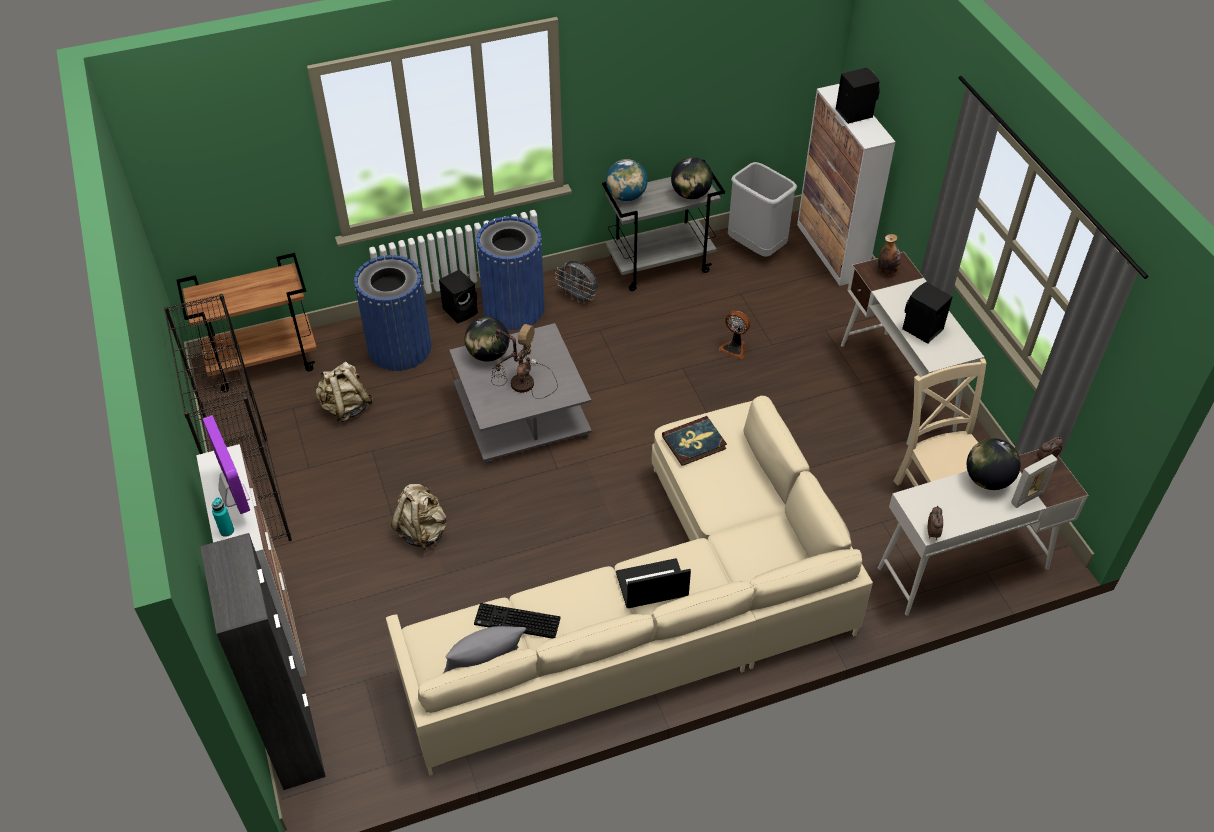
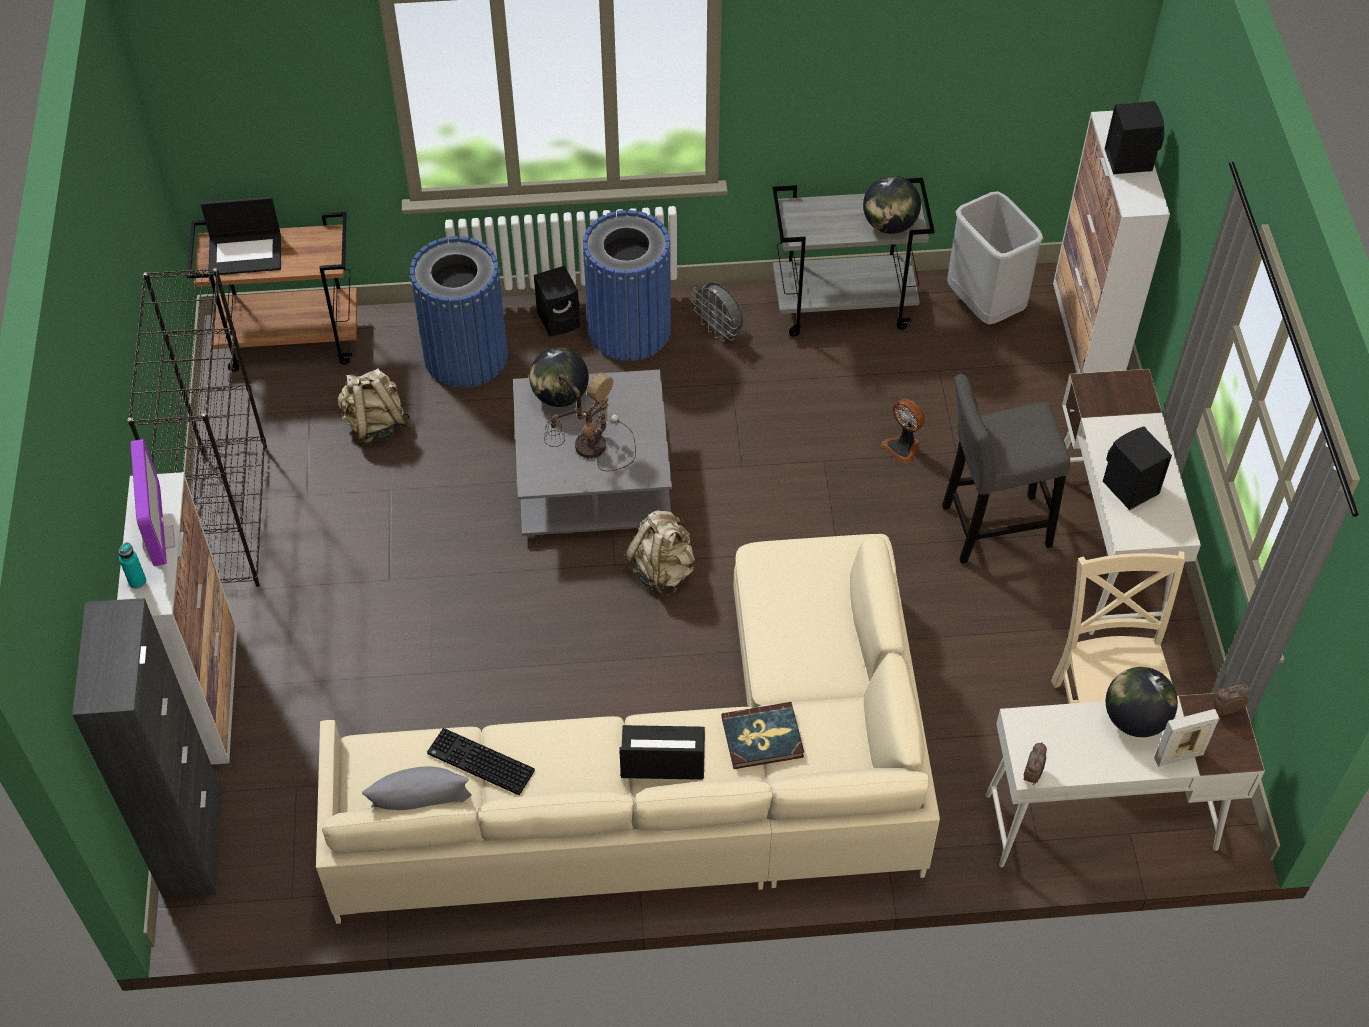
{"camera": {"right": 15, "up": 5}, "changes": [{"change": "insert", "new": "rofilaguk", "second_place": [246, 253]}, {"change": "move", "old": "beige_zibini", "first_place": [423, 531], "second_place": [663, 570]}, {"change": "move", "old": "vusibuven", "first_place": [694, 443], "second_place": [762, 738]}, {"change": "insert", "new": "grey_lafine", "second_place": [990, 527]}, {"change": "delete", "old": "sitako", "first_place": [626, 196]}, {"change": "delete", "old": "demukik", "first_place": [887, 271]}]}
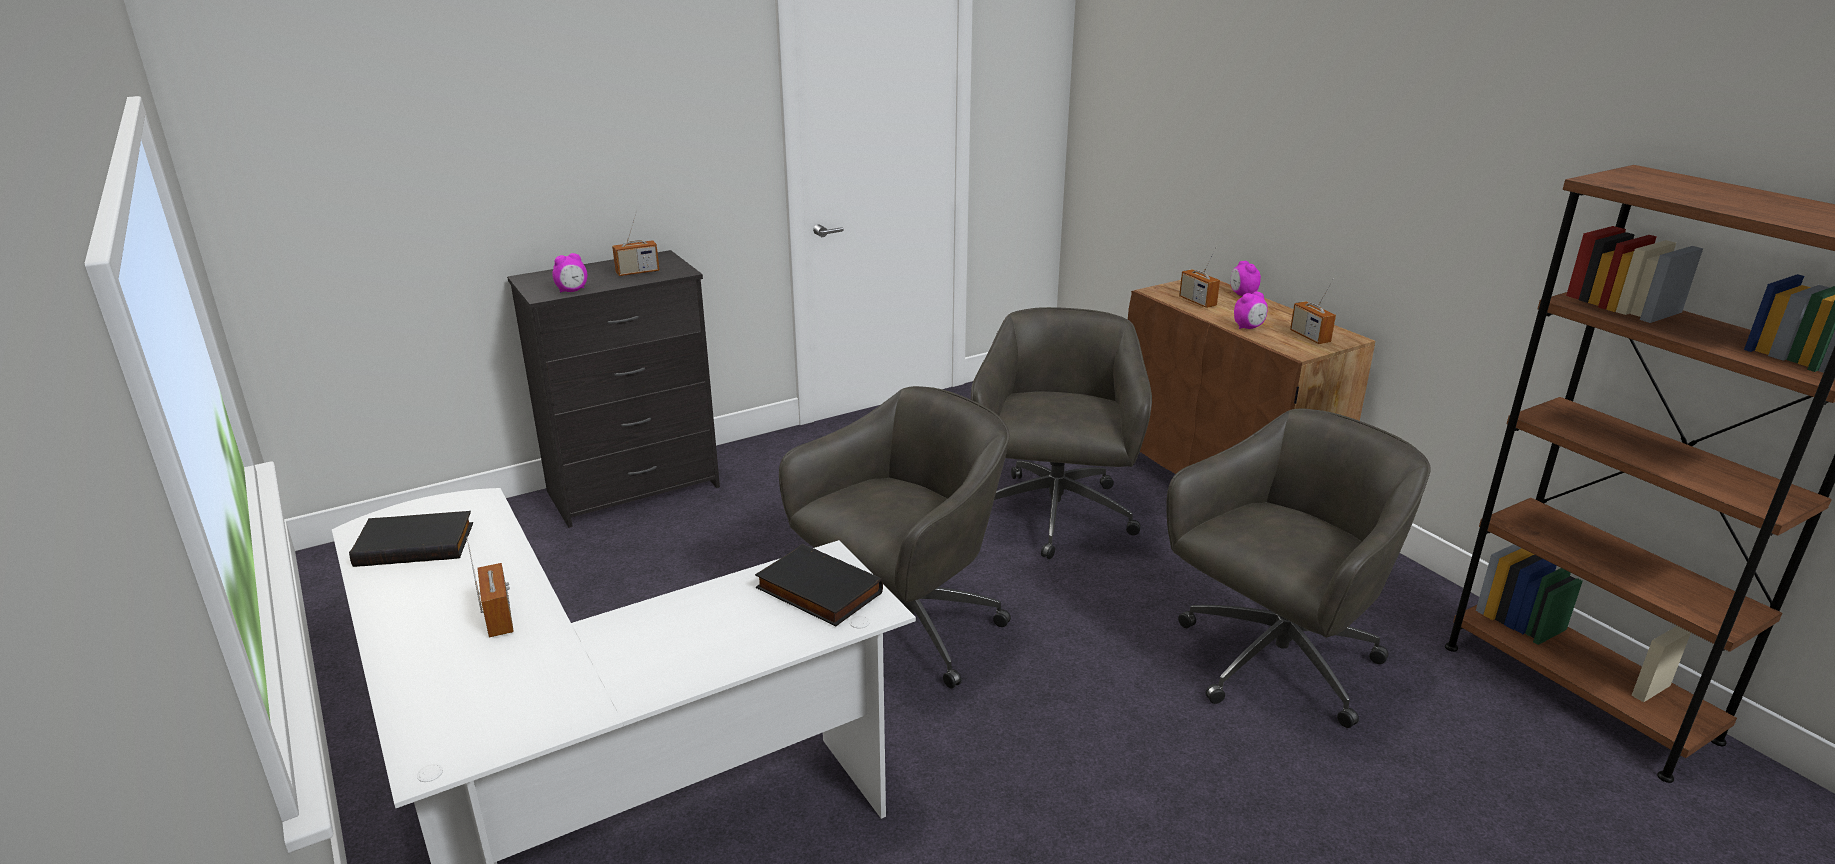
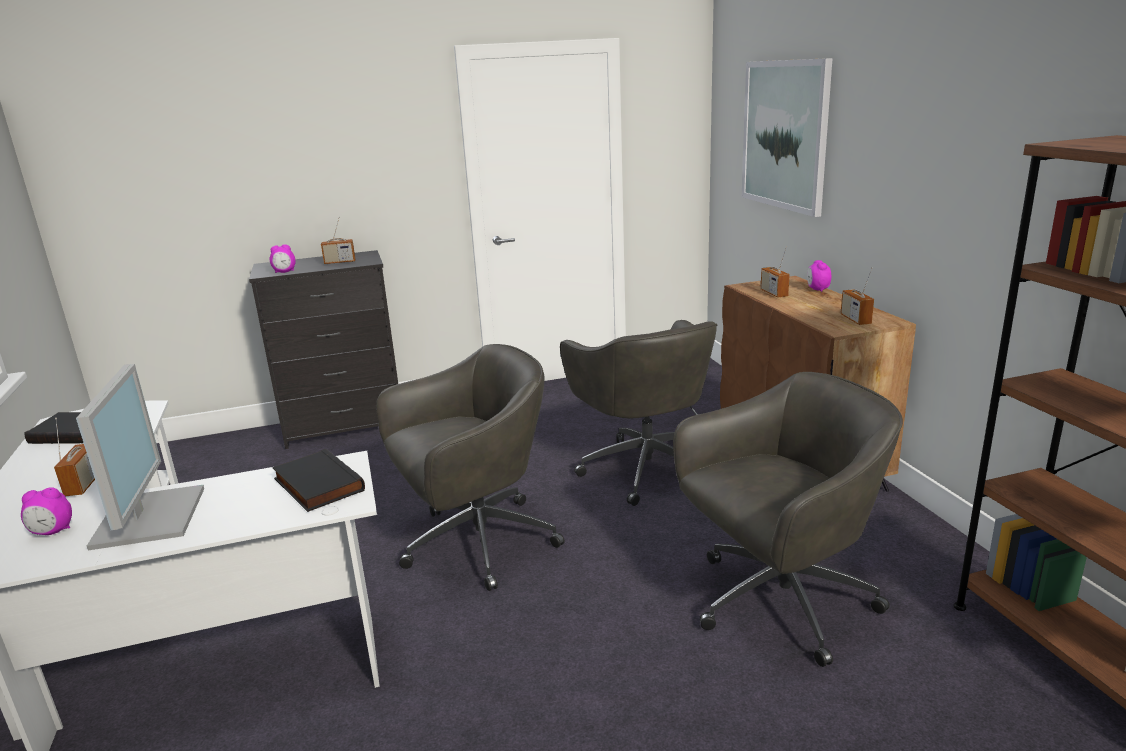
{"camera": {"right": 15, "up": -5}, "changes": [{"change": "move", "old": "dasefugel", "first_place": [1248, 327], "second_place": [52, 532]}, {"change": "insert", "new": "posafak", "second_place": [148, 516]}, {"change": "rotate", "old": "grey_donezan", "first_place": [1054, 517], "second_place": [645, 467], "degrees": 135}, {"change": "insert", "new": "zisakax", "second_place": [785, 135]}]}
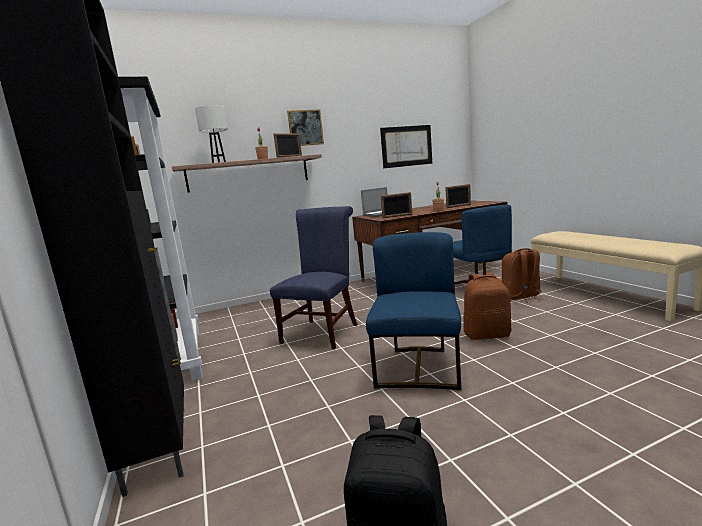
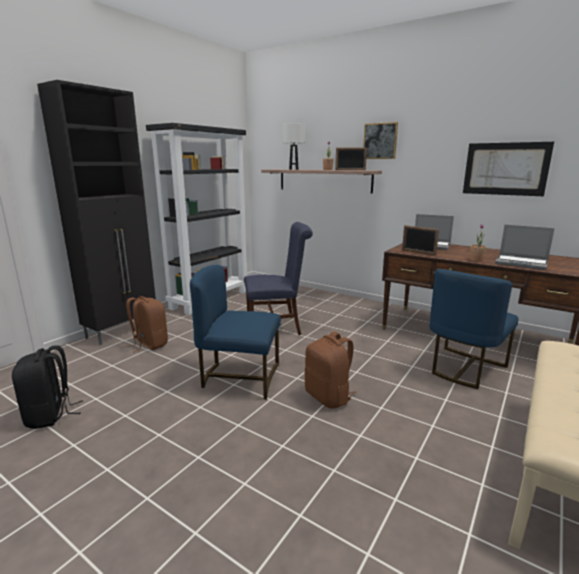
{"camera": {"right": 55, "up": 5}, "changes": [{"change": "move", "old": "brown_zibini", "first_place": [521, 297], "second_place": [149, 344]}, {"change": "rotate", "old": "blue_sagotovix", "first_place": [418, 368], "second_place": [240, 378], "degrees": -150}, {"change": "replace", "old": "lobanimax", "new": "rofilaguk", "first_place": [458, 206], "second_place": [522, 263]}]}
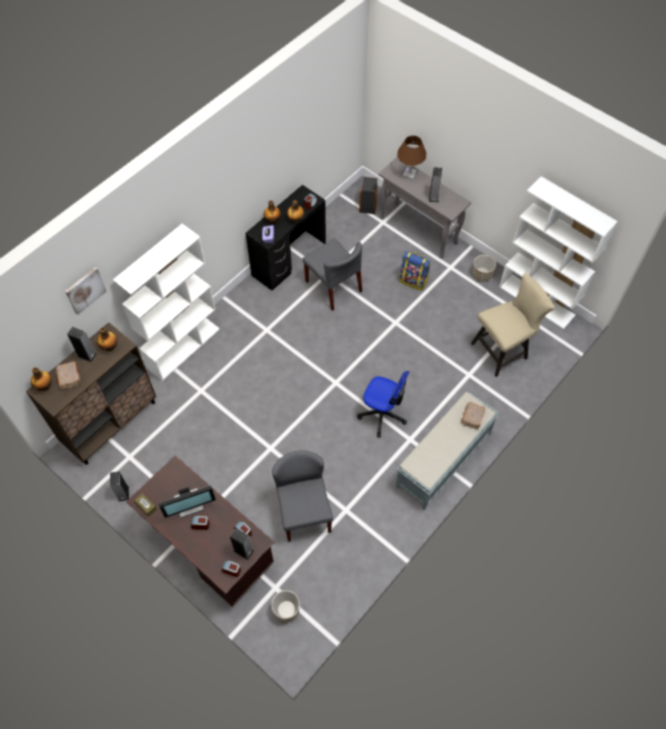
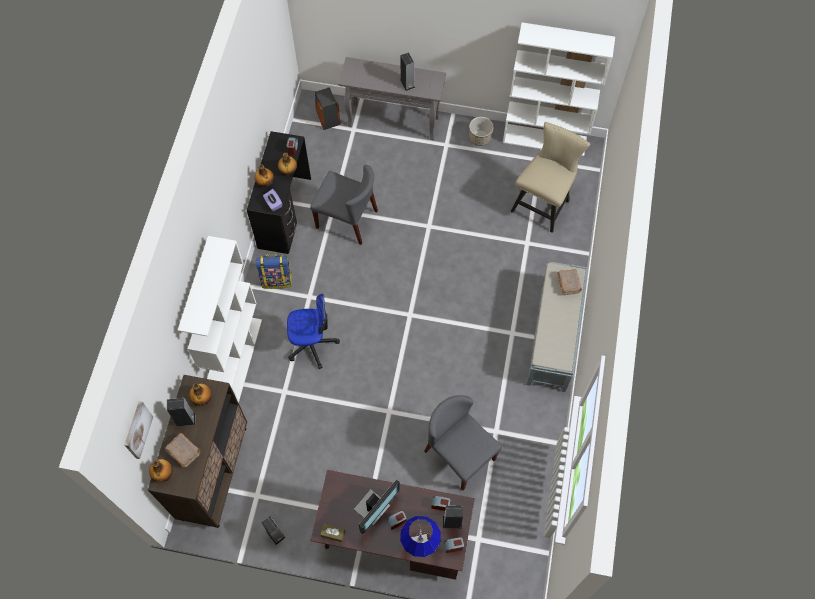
{"camera": {"right": -30, "up": 5}, "changes": [{"change": "move", "old": "zisakax", "first_place": [85, 290], "second_place": [137, 430]}, {"change": "move", "old": "zibini", "first_place": [413, 280], "second_place": [277, 279]}, {"change": "move", "old": "donezan", "first_place": [382, 413], "second_place": [312, 344]}, {"change": "insert", "new": "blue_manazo", "second_place": [420, 543]}, {"change": "delete", "old": "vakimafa", "first_place": [286, 610]}, {"change": "delete", "old": "brown_manazo", "first_place": [409, 173]}]}
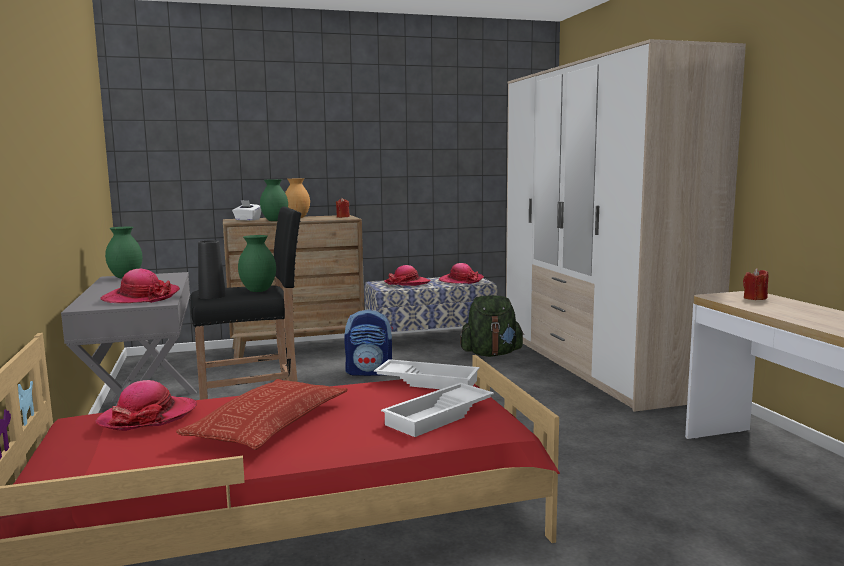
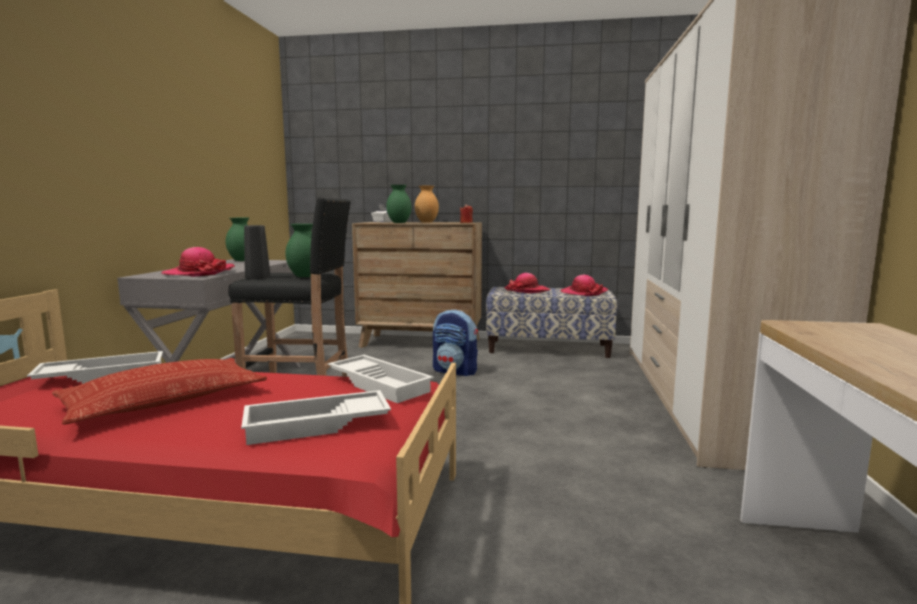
{"camera": {"right": 25, "up": 0}, "changes": [{"change": "replace", "old": "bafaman", "new": "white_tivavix", "first_place": [148, 417], "second_place": [103, 375]}, {"change": "delete", "old": "green_zibini", "first_place": [491, 354]}, {"change": "delete", "old": "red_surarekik", "first_place": [754, 298]}]}
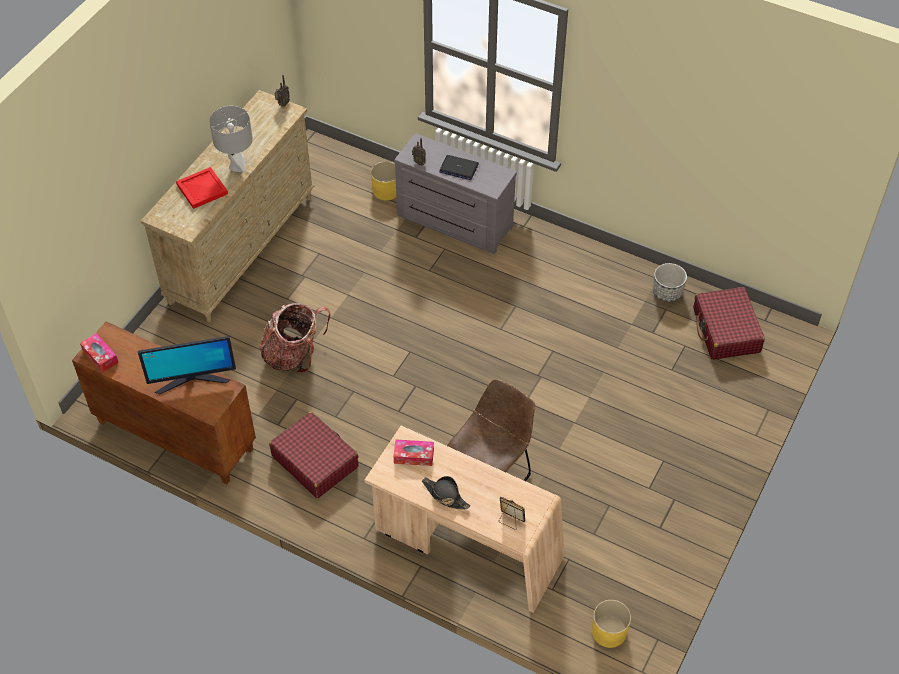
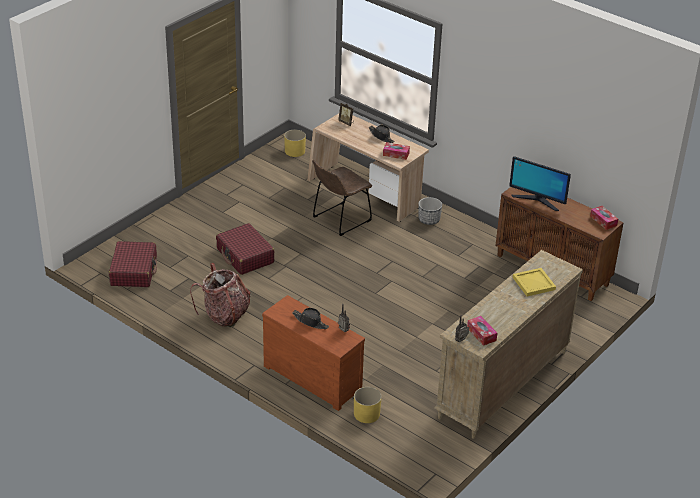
{"camera": {"right": -170, "up": -15}, "changes": [{"change": "move", "old": "zibini", "first_place": [294, 354], "second_place": [224, 315]}, {"change": "move", "old": "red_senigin", "first_place": [315, 461], "second_place": [245, 256]}, {"change": "recolor", "old": "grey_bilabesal", "new": "brown_bilabesal", "first_place": [453, 223], "second_place": [314, 377]}, {"change": "replace", "old": "rofilaguk", "new": "black_bafaman", "first_place": [458, 168], "second_place": [310, 322]}, {"change": "move", "old": "vakimafa", "first_place": [667, 292], "second_place": [429, 220]}, {"change": "insert", "new": "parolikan", "second_place": [481, 334]}, {"change": "rotate", "old": "posafak", "first_place": [192, 380], "second_place": [537, 200], "degrees": -150}, {"change": "recolor", "old": "red_tivavix", "new": "yellow_tivavix", "first_place": [203, 189], "second_place": [533, 283]}, {"change": "delete", "old": "grey_manazo", "first_place": [237, 166]}]}
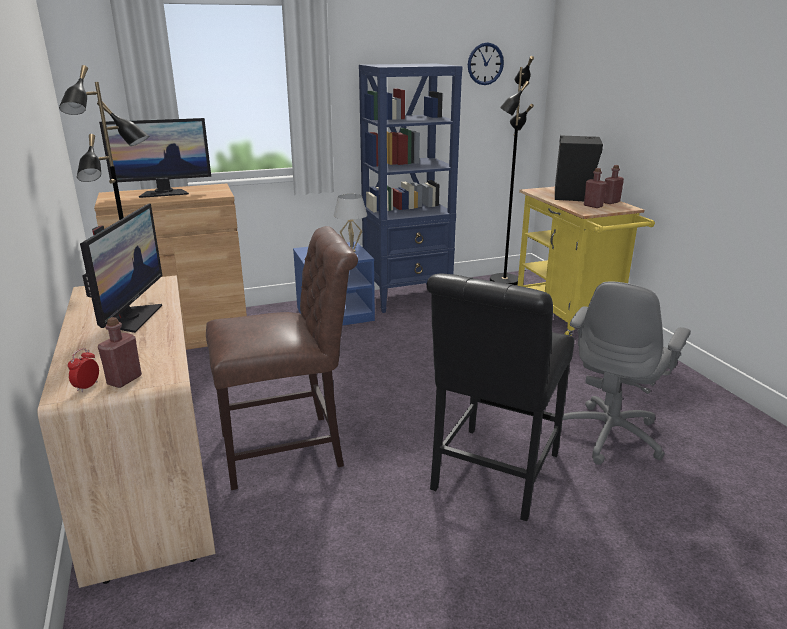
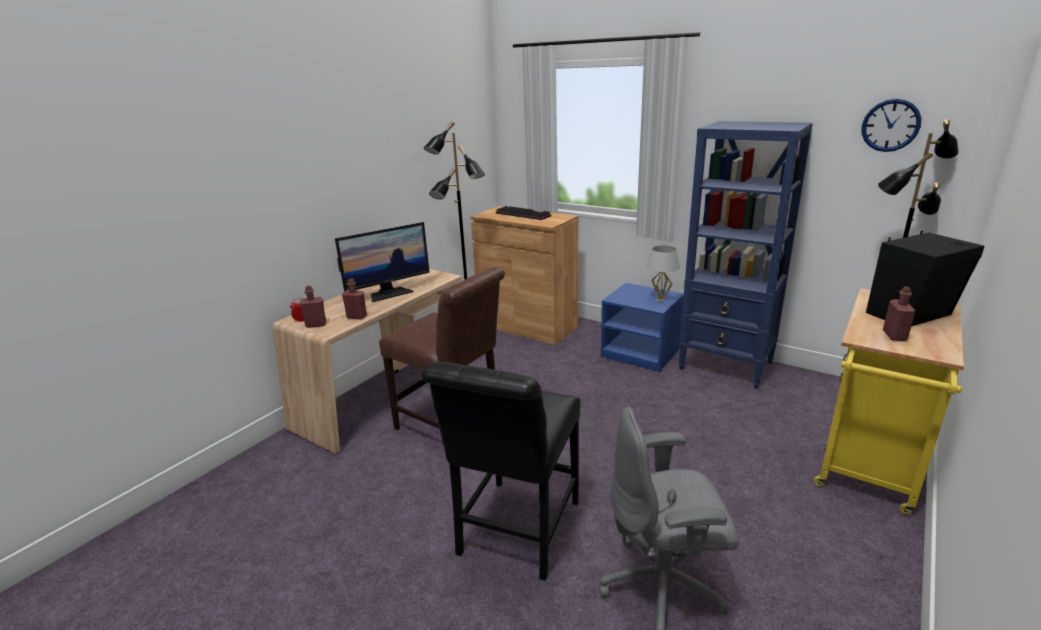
{"camera": {"right": 55, "up": 0}, "changes": [{"change": "move", "old": "red_demukik", "first_place": [611, 202], "second_place": [357, 317]}, {"change": "rotate", "old": "black_sagotovix", "first_place": [492, 475], "second_place": [515, 532], "degrees": -60}, {"change": "replace", "old": "posafak", "new": "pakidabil", "first_place": [164, 193], "second_place": [524, 215]}]}
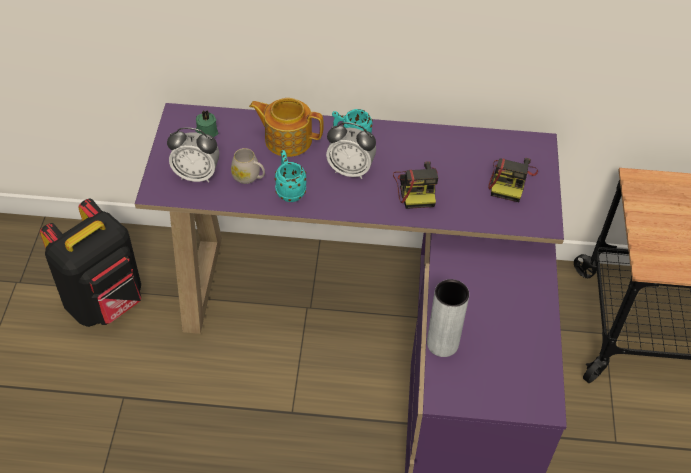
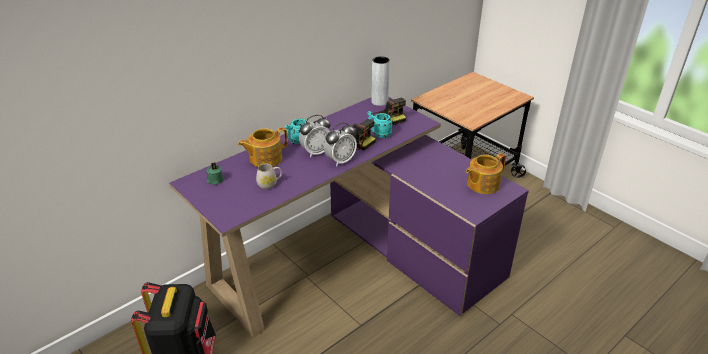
{"camera": {"right": -45, "up": -15}, "changes": [{"change": "move", "old": "dasefugel", "first_place": [197, 175], "second_place": [340, 161]}, {"change": "move", "old": "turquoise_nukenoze", "first_place": [289, 190], "second_place": [379, 134]}, {"change": "move", "old": "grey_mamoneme", "first_place": [442, 343], "second_place": [379, 102]}, {"change": "insert", "new": "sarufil", "second_place": [482, 184]}]}
